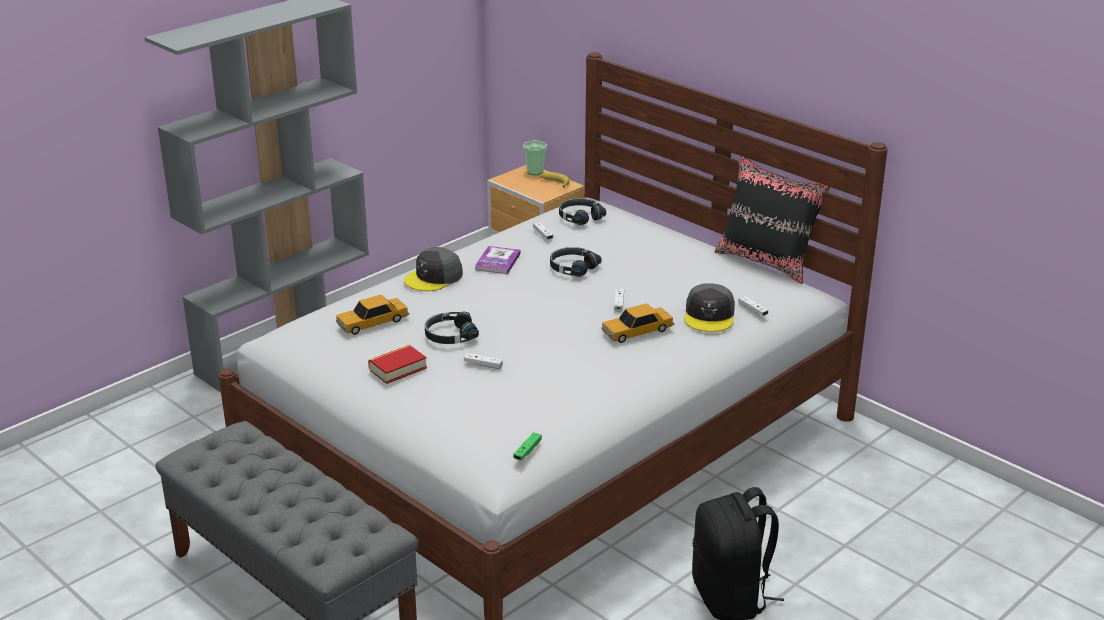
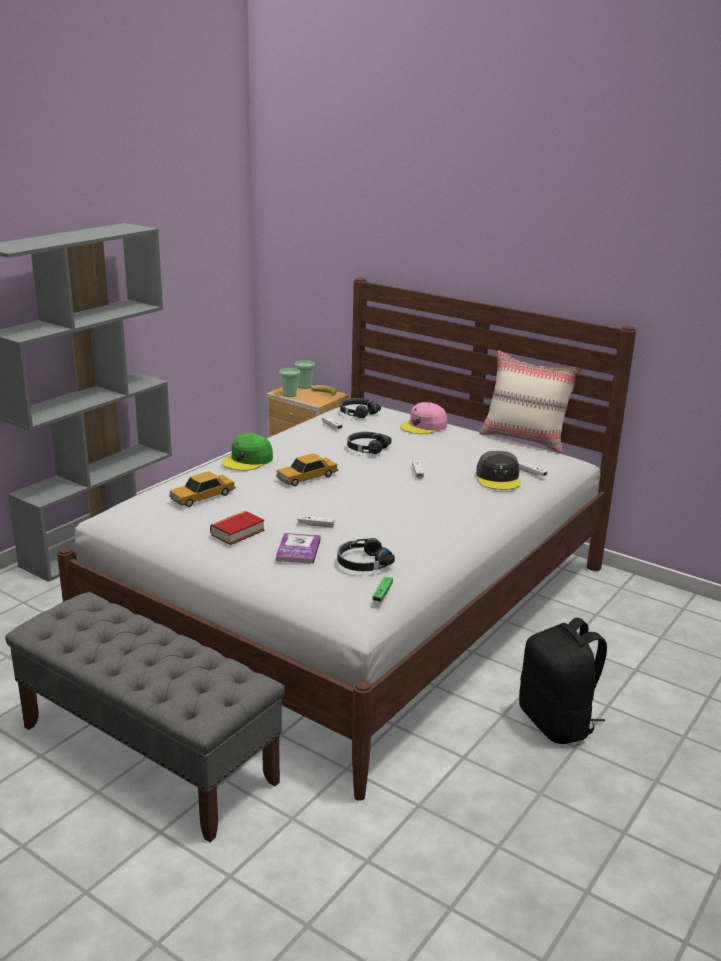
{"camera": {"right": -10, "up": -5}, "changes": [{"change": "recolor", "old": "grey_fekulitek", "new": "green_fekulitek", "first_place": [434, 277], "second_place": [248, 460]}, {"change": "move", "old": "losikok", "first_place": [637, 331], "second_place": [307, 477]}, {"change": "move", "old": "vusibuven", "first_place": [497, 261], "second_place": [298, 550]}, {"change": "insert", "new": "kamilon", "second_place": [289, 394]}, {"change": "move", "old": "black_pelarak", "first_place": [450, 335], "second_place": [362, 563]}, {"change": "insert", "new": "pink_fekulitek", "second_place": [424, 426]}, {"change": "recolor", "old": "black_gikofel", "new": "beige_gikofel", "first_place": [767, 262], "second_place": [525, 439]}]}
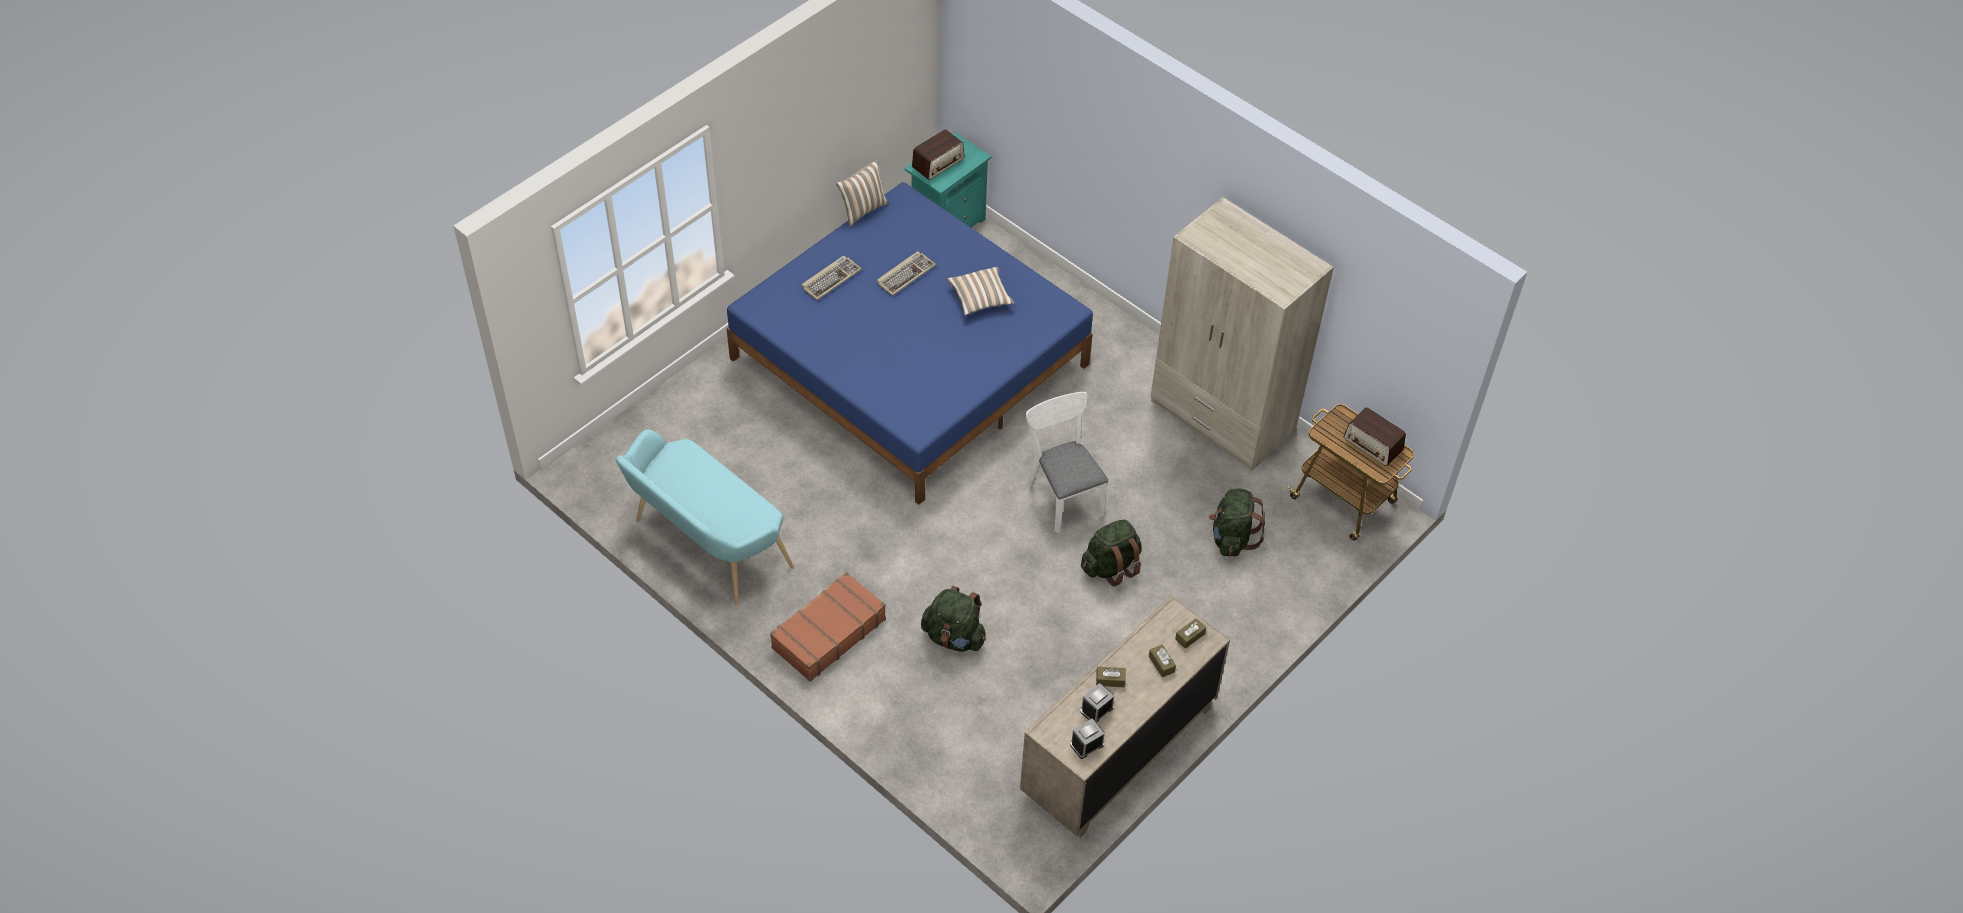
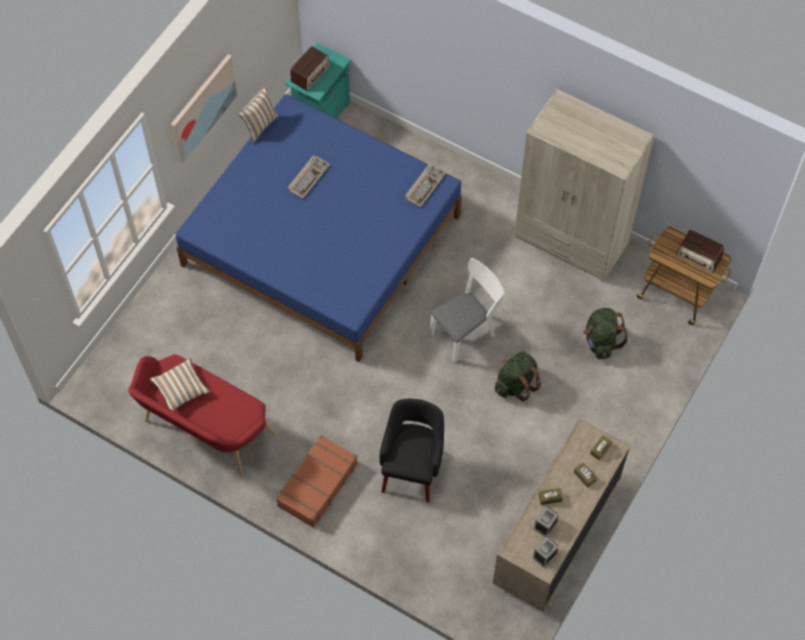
{"camera": {"right": -10, "up": 10}, "changes": [{"change": "recolor", "old": "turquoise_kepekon", "new": "red_kepekon", "first_place": [706, 546], "second_place": [205, 431]}, {"change": "move", "old": "gikofel", "first_place": [980, 298], "second_place": [181, 389]}, {"change": "insert", "new": "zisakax", "second_place": [202, 108]}, {"change": "replace", "old": "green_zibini", "new": "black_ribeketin", "first_place": [954, 637], "second_place": [412, 468]}, {"change": "move", "old": "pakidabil", "first_place": [831, 279], "second_place": [425, 186]}, {"change": "rotate", "old": "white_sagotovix", "first_place": [1062, 495], "second_place": [466, 331], "degrees": 90}]}
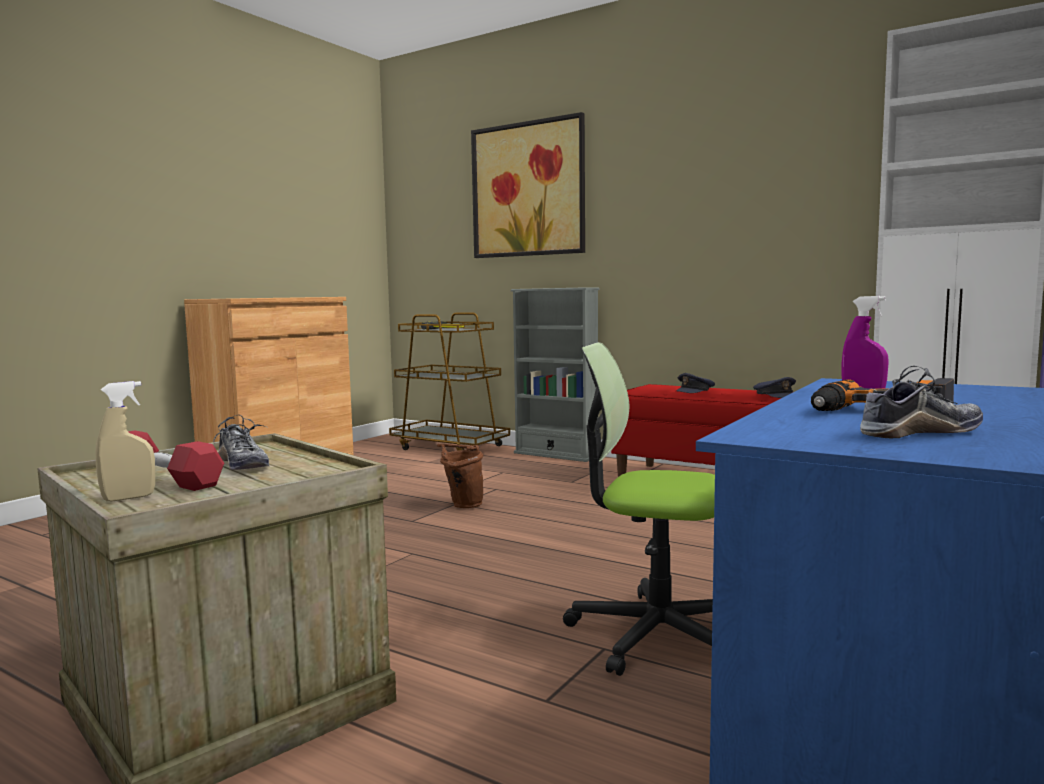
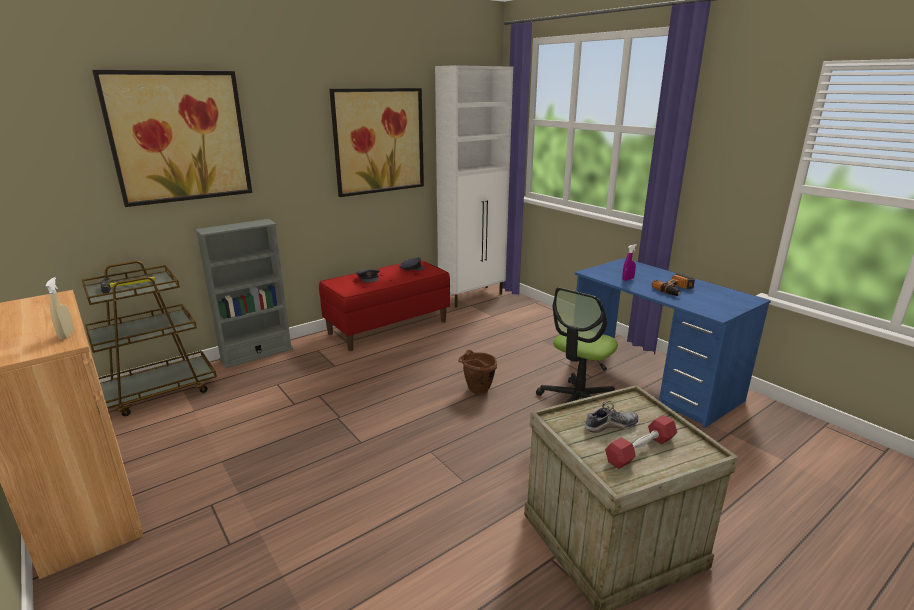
{"camera": {"right": -70, "up": 15}, "changes": [{"change": "move", "old": "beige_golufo", "first_place": [129, 498], "second_place": [67, 335]}, {"change": "insert", "new": "zisakax", "second_place": [379, 141]}, {"change": "move", "old": "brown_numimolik", "first_place": [462, 505], "second_place": [476, 391]}, {"change": "delete", "old": "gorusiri", "first_place": [919, 433]}]}
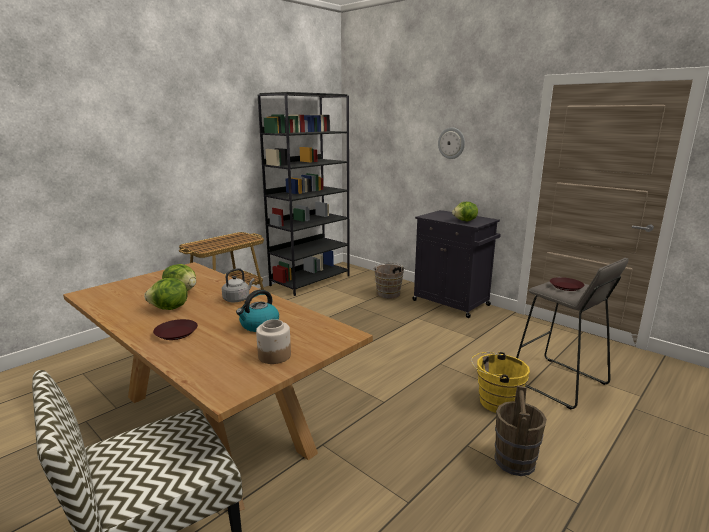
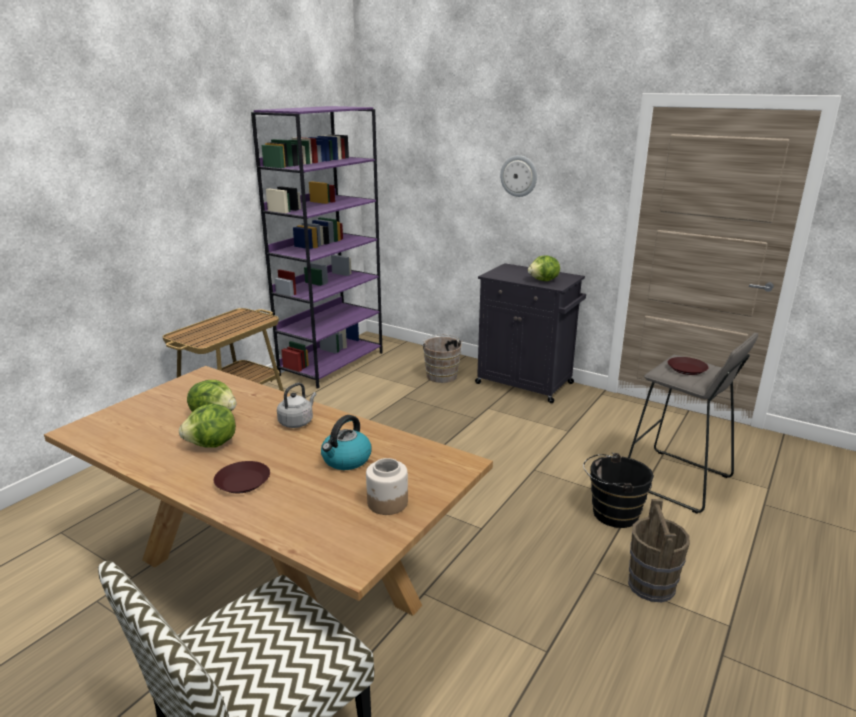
{"camera": {"right": -10, "up": 5}, "changes": [{"change": "recolor", "old": "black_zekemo", "new": "purple_zekemo", "first_place": [310, 280], "second_place": [332, 363]}, {"change": "recolor", "old": "yellow_numimolik", "new": "black_numimolik", "first_place": [495, 402], "second_place": [611, 513]}]}
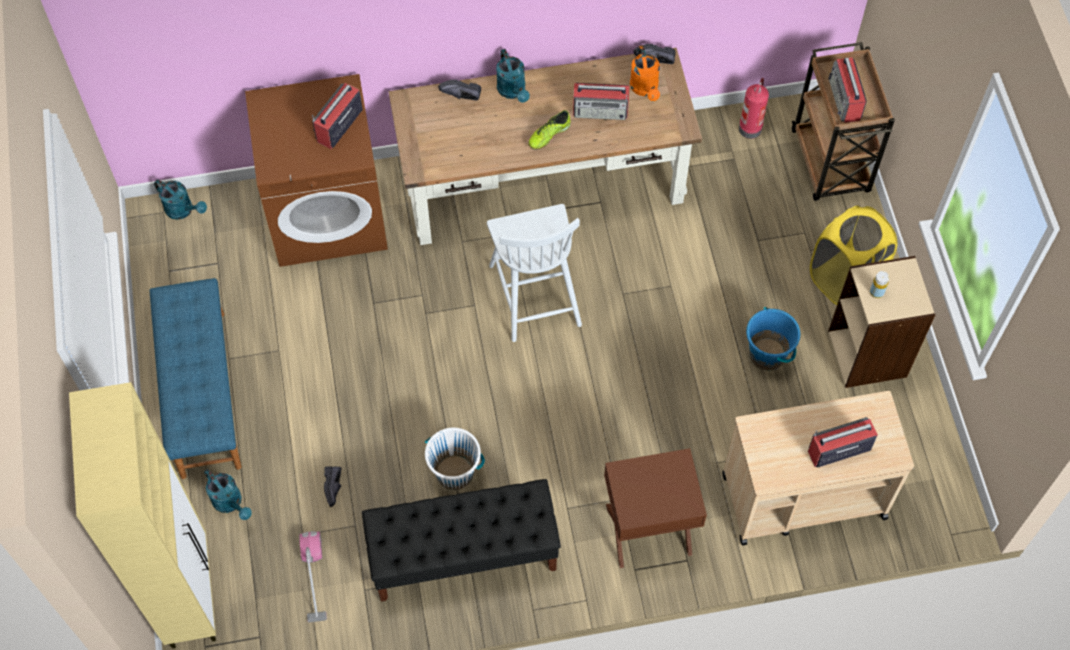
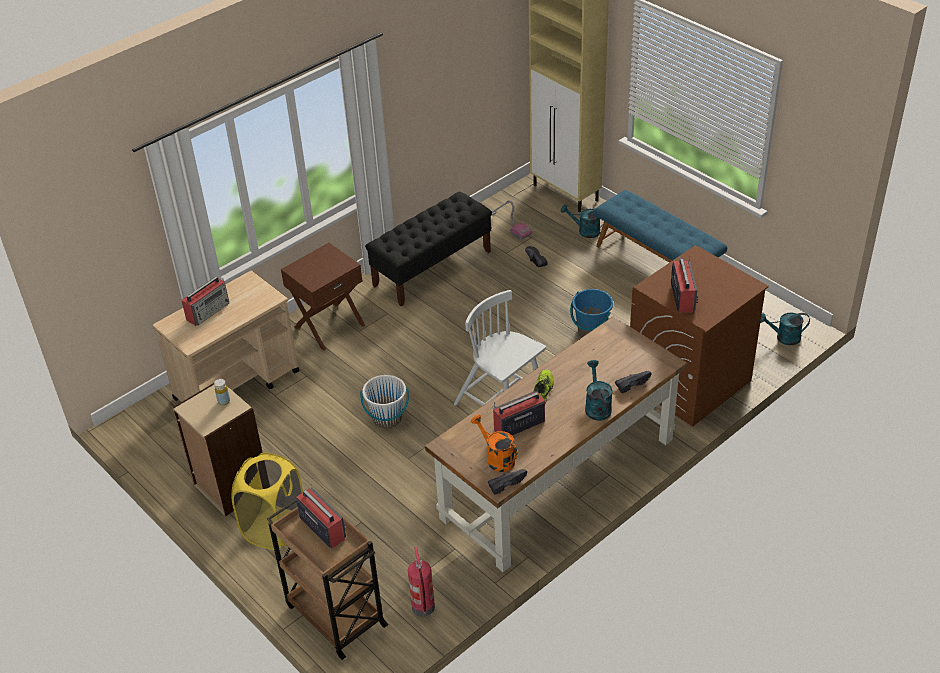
{"camera": {"right": 150, "up": -20}, "changes": [{"change": "move", "old": "white_numimolik", "first_place": [455, 472], "second_place": [387, 418]}, {"change": "move", "old": "blue_numimolik", "first_place": [767, 354], "second_place": [591, 330]}, {"change": "rotate", "old": "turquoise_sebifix", "first_place": [513, 91], "second_place": [597, 406], "degrees": 45}]}
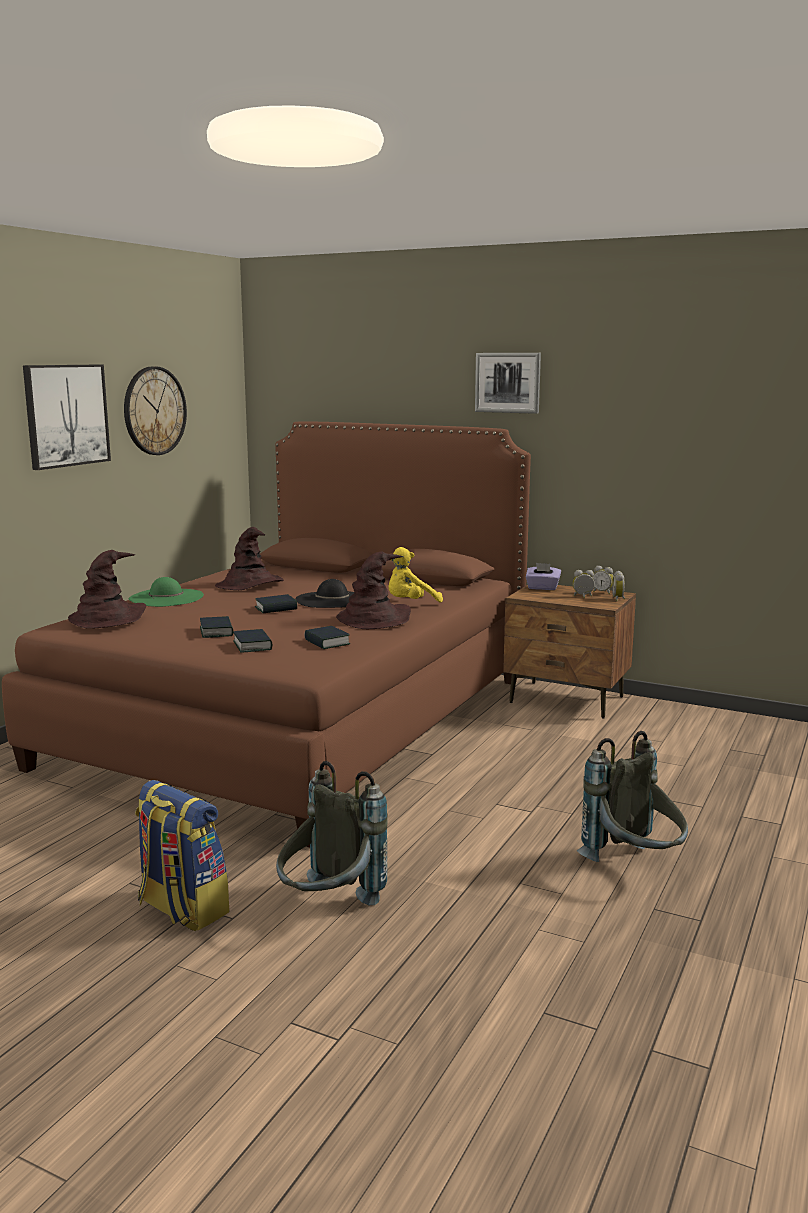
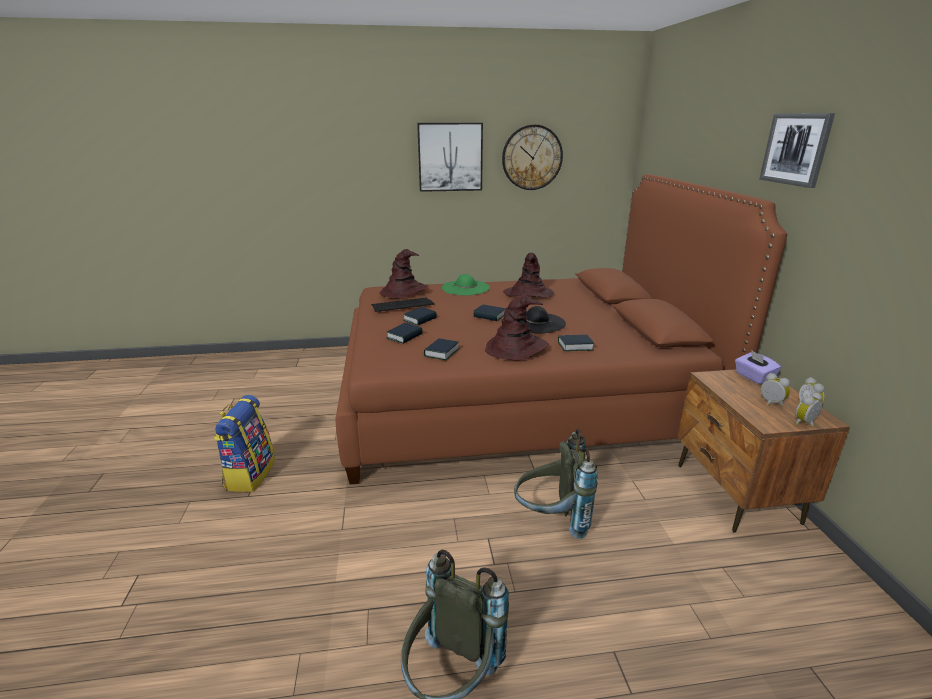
{"camera": {"right": 55, "up": 10}, "changes": [{"change": "insert", "new": "pakidabil", "second_place": [402, 305]}, {"change": "move", "old": "grey_zibini", "first_place": [328, 908], "second_place": [551, 520]}, {"change": "replace", "old": "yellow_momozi", "new": "vusibuven", "first_place": [410, 604], "second_place": [575, 346]}]}
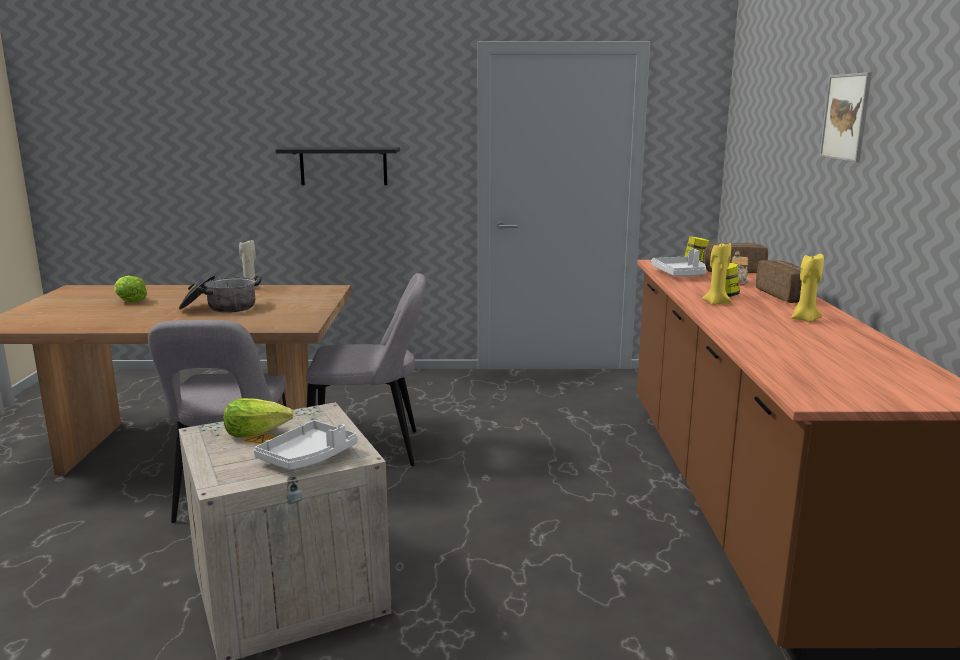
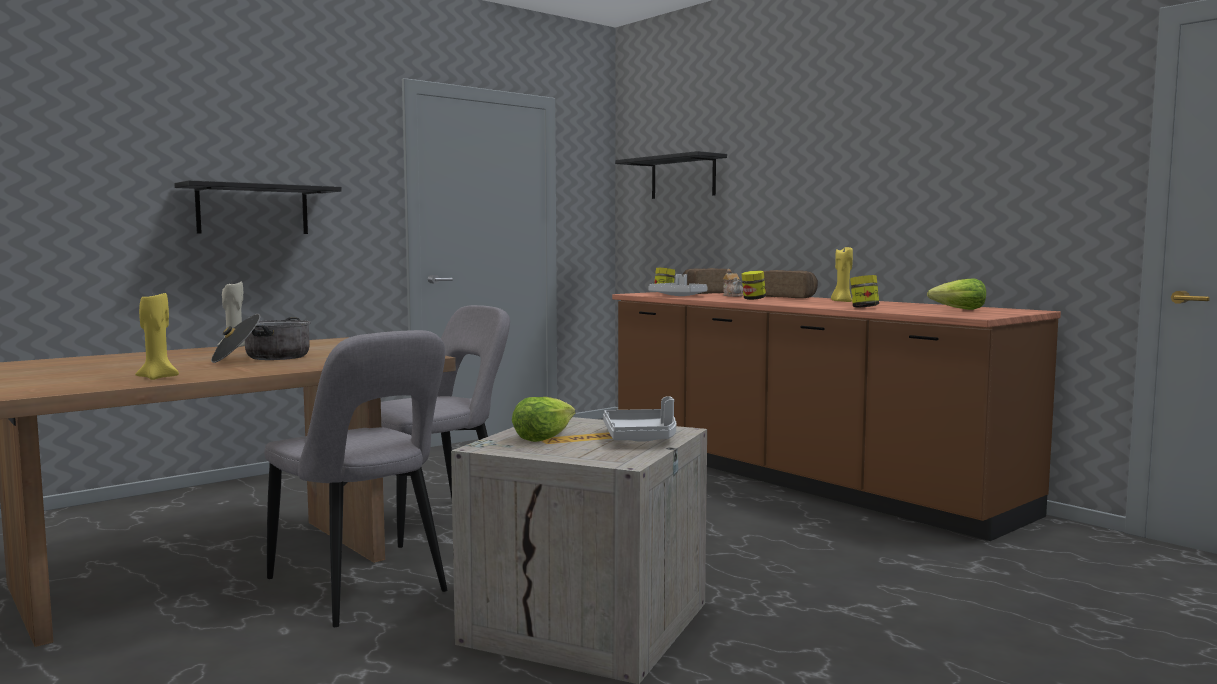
{"camera": {"right": -40, "up": -10}, "changes": [{"change": "move", "old": "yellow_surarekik", "first_place": [716, 303], "second_place": [158, 377]}, {"change": "insert", "new": "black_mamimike", "second_place": [683, 177]}, {"change": "insert", "new": "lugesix", "second_place": [864, 307]}, {"change": "move", "old": "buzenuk", "first_place": [130, 300], "second_place": [959, 309]}, {"change": "delete", "old": "zisakax", "first_place": [845, 117]}]}
